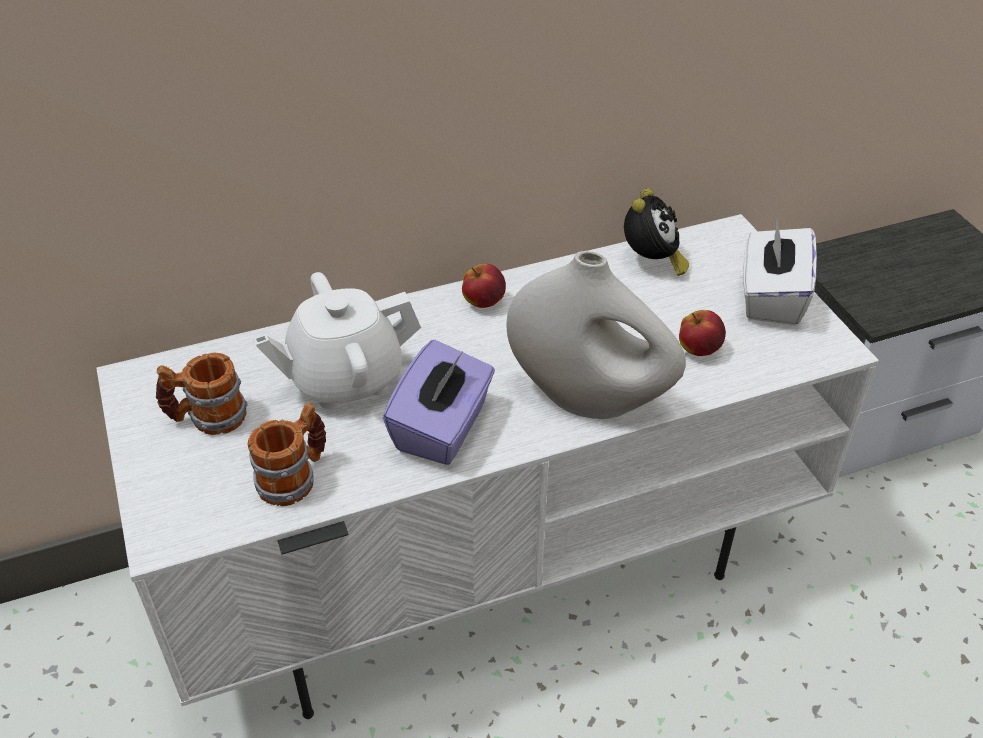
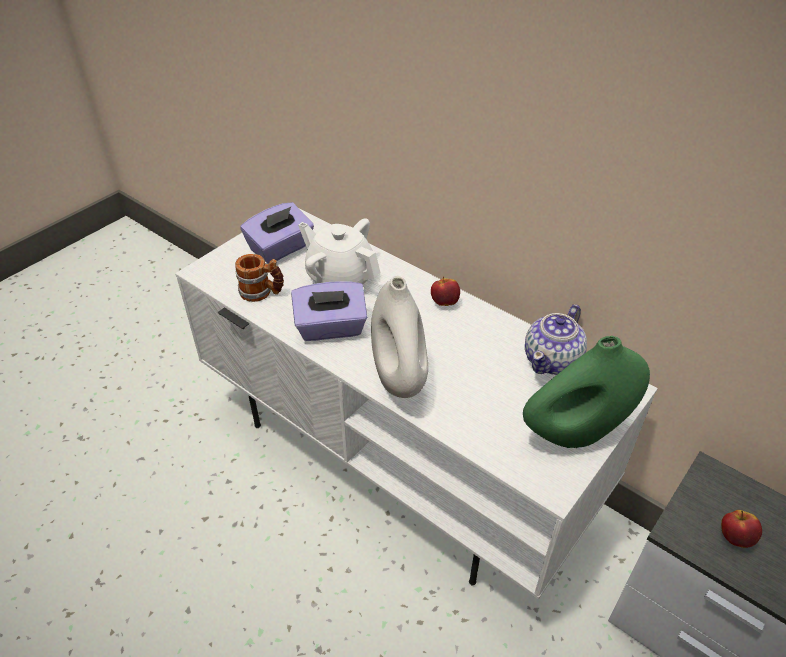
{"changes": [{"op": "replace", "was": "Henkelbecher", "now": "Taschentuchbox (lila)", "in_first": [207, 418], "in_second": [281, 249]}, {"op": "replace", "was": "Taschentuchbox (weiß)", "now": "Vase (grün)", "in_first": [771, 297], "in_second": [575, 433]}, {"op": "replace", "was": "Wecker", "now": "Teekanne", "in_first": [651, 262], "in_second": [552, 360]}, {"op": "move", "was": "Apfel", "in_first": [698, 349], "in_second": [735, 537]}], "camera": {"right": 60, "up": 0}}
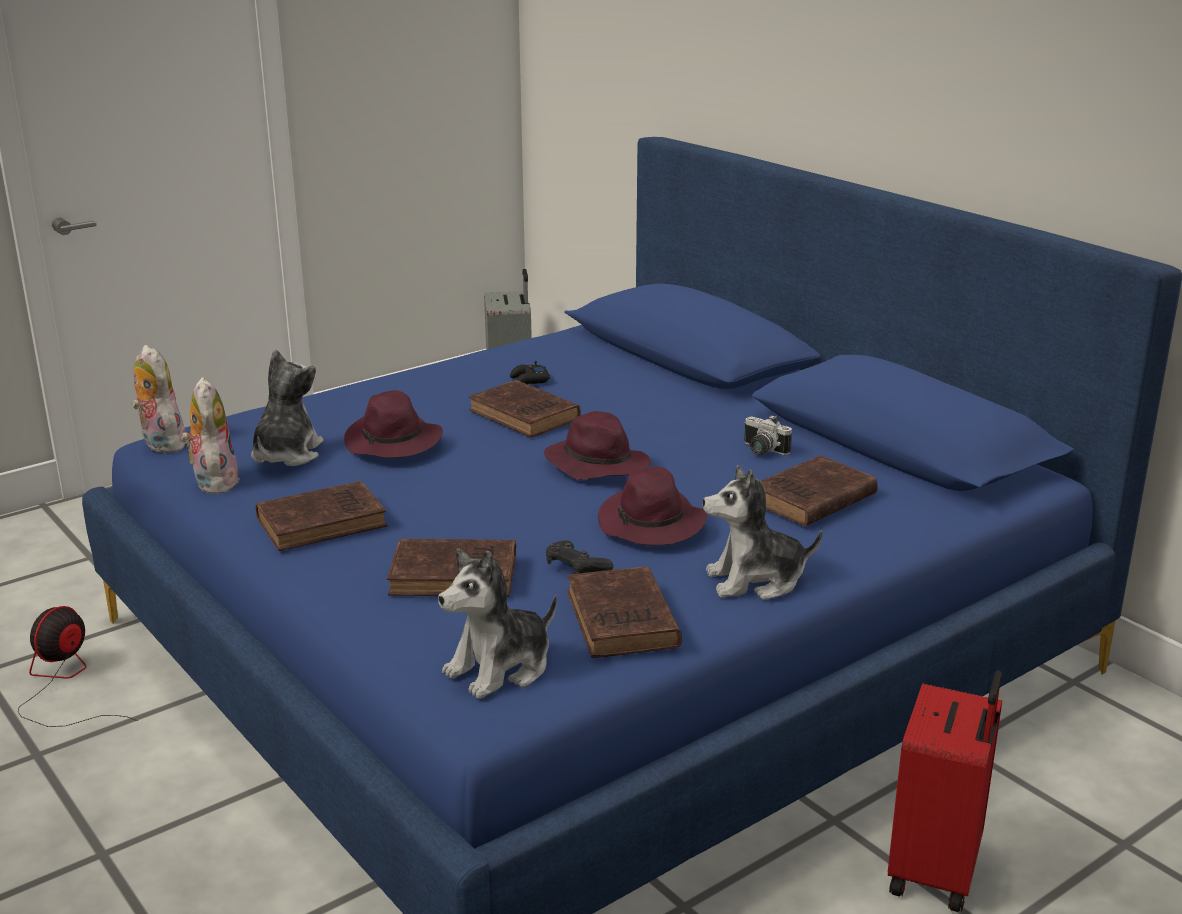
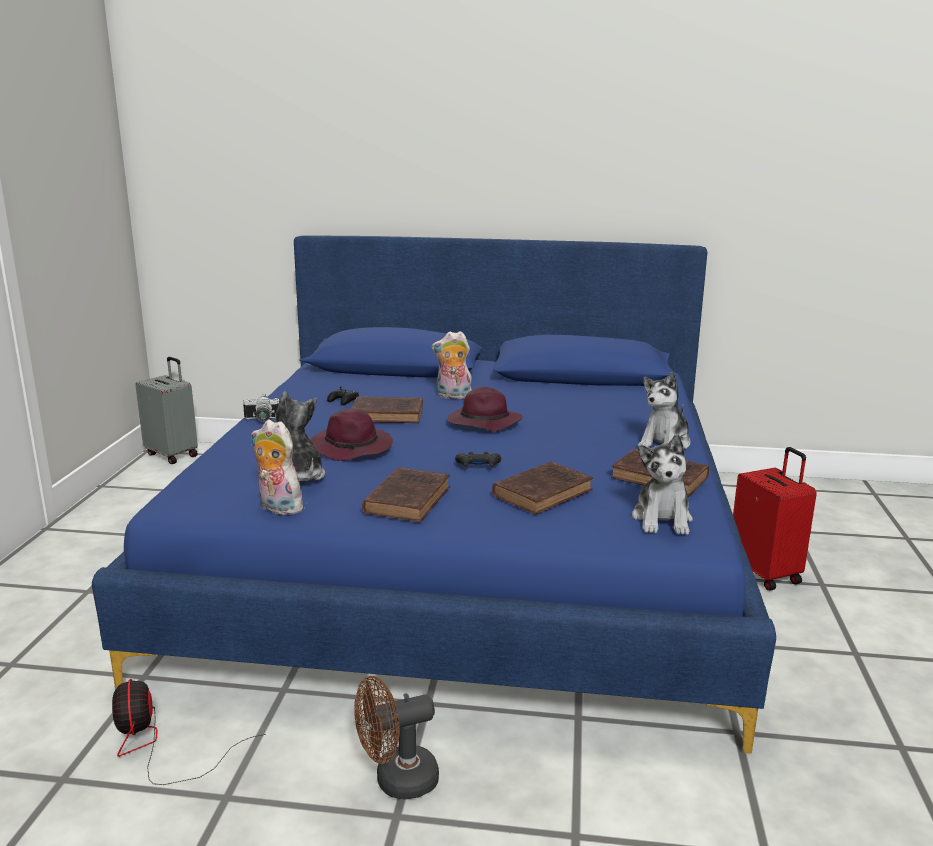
{"changes": [{"op": "move", "was": "Kamera", "in_first": [761, 451], "in_second": [261, 419]}, {"op": "insert", "now": "Ventilator (braun)", "in_second": [397, 781]}, {"op": "move", "was": "Plüschtier", "in_first": [160, 444], "in_second": [453, 396]}, {"op": "move", "was": "Gamepad (schwarz)", "in_first": [576, 568], "in_second": [478, 466]}, {"op": "delete", "was": "Hut (lila)", "in_first": [652, 524]}, {"op": "delete", "was": "Buch (braun)", "in_first": [810, 499]}], "camera": {"right": -45, "up": -5}}
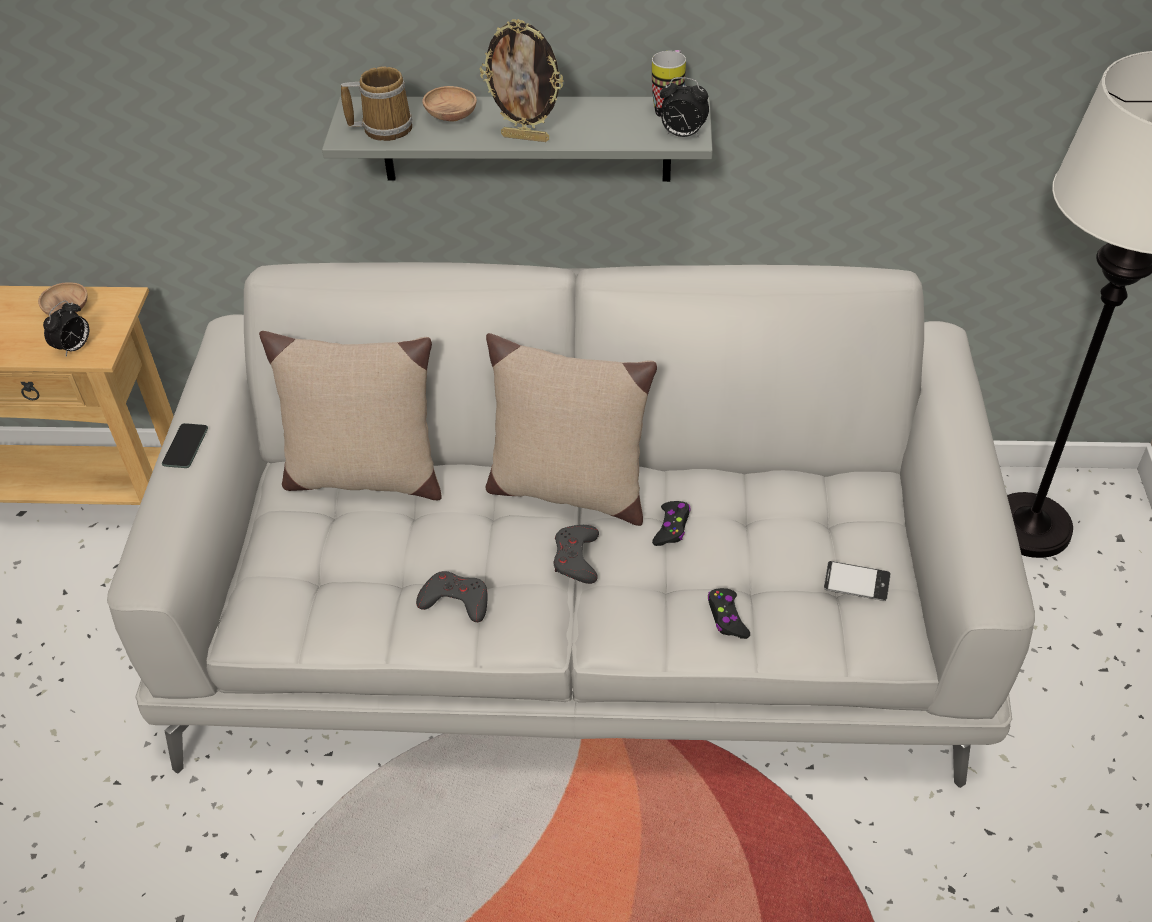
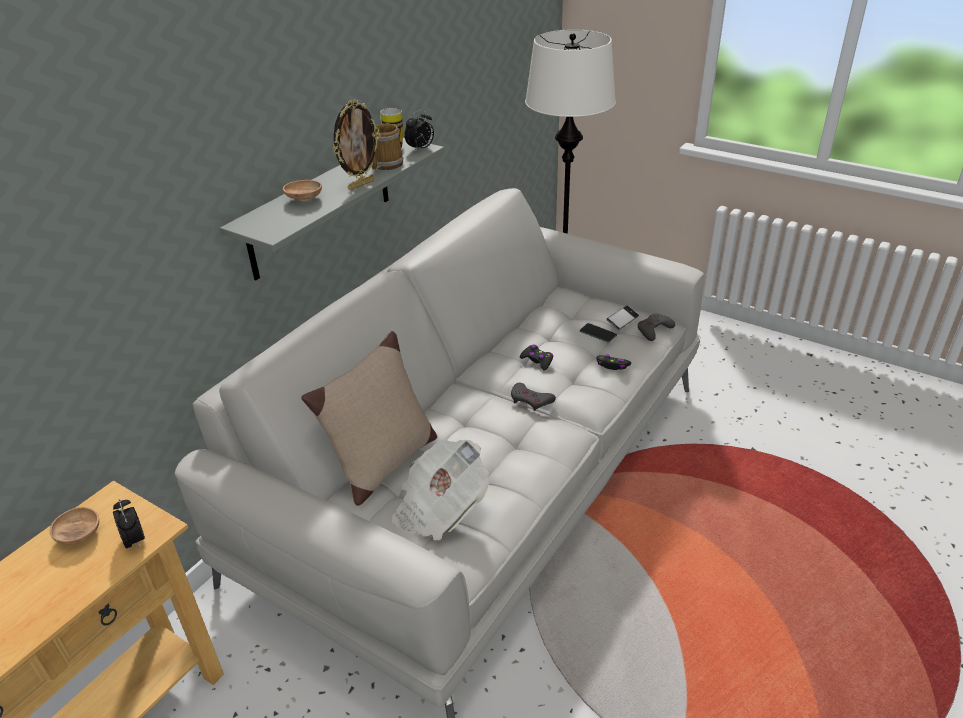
{"changes": [{"op": "move", "was": "Henkelbecher", "in_first": [384, 127], "in_second": [385, 164]}, {"op": "insert", "now": "Zeitung", "in_second": [439, 507]}, {"op": "move", "was": "Handy", "in_first": [185, 446], "in_second": [598, 333]}, {"op": "move", "was": "Gamepad (grau)", "in_first": [455, 600], "in_second": [654, 330]}, {"op": "delete", "was": "Kissen (beige)", "in_first": [567, 489]}], "camera": {"right": -60, "up": -10}}
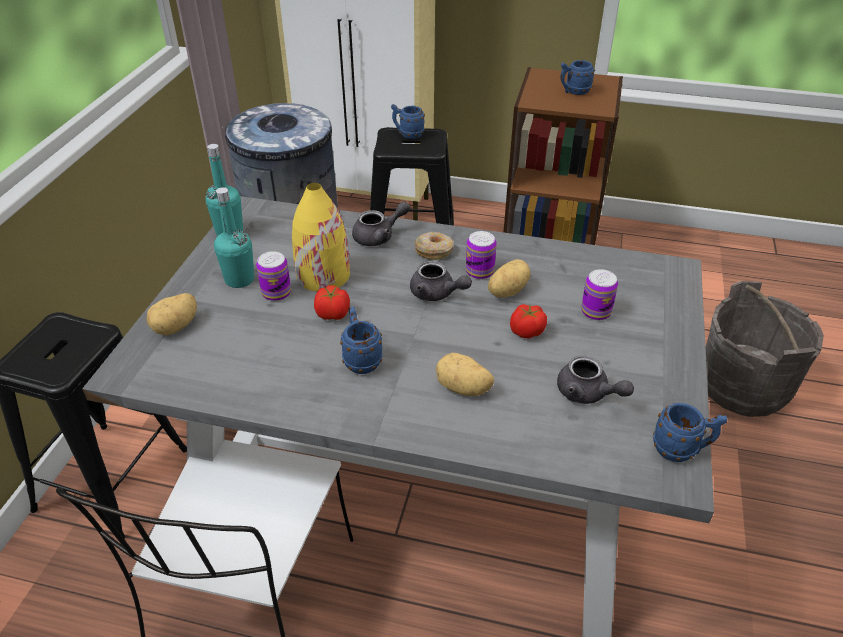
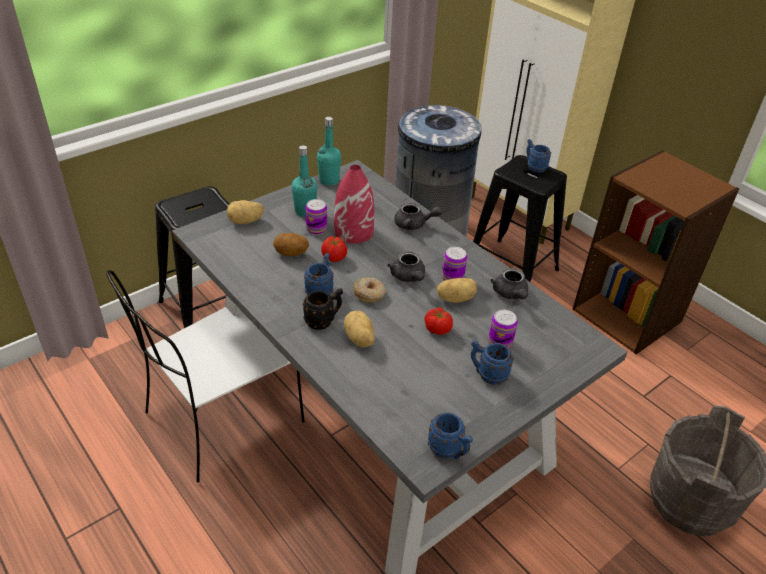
{"changes": [{"op": "insert", "now": "Kartoffel", "in_second": [291, 254]}, {"op": "insert", "now": "Henkelbecher (schwarz)", "in_second": [323, 321]}, {"op": "recolor", "was": "Vase (gelb)", "now": "Vase (rot)", "in_first": [323, 275], "in_second": [353, 232]}, {"op": "move", "was": "Donut", "in_first": [434, 251], "in_second": [369, 294]}, {"op": "move", "was": "Henkelbecher (blau)", "in_first": [573, 92], "in_second": [487, 374]}, {"op": "move", "was": "Teekanne (grau)", "in_first": [587, 394], "in_second": [510, 294]}], "camera": {"right": 35, "up": 0}}
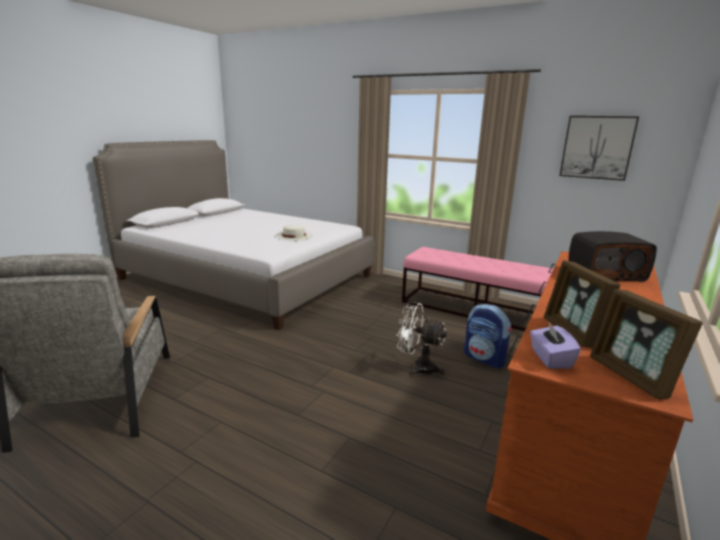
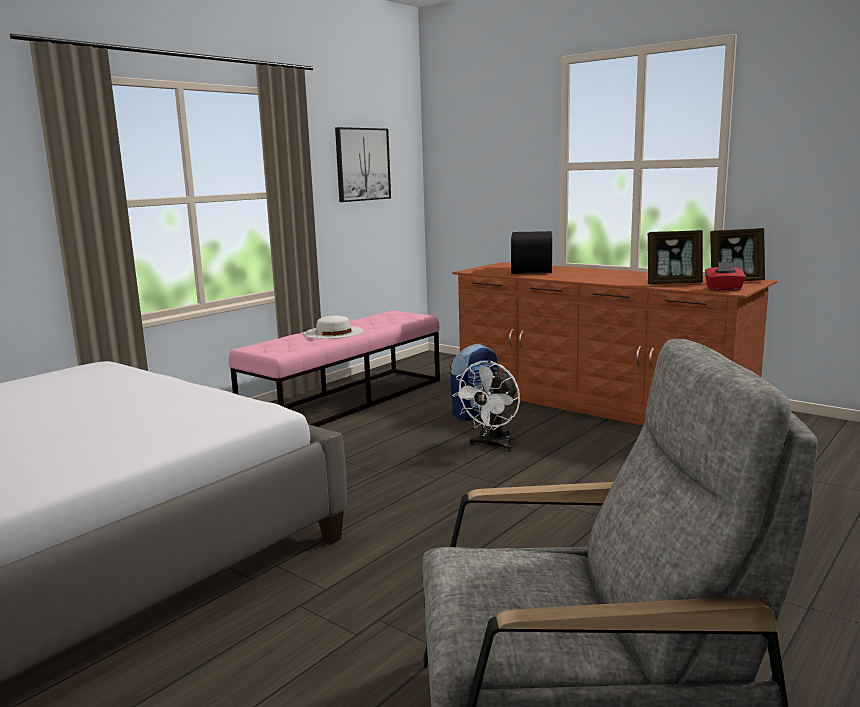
{"changes": [{"op": "move", "was": "Hut (weiß)", "in_first": [294, 235], "in_second": [333, 332]}, {"op": "recolor", "was": "Taschentuchbox (lila)", "now": "Taschentuchbox (rot)", "in_first": [550, 359], "in_second": [724, 289]}], "camera": {"right": -80, "up": -5}}
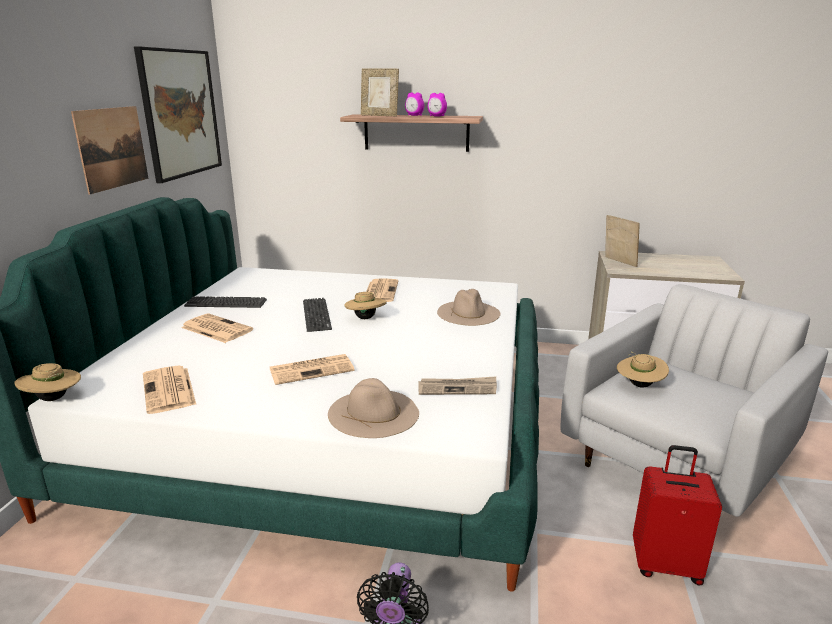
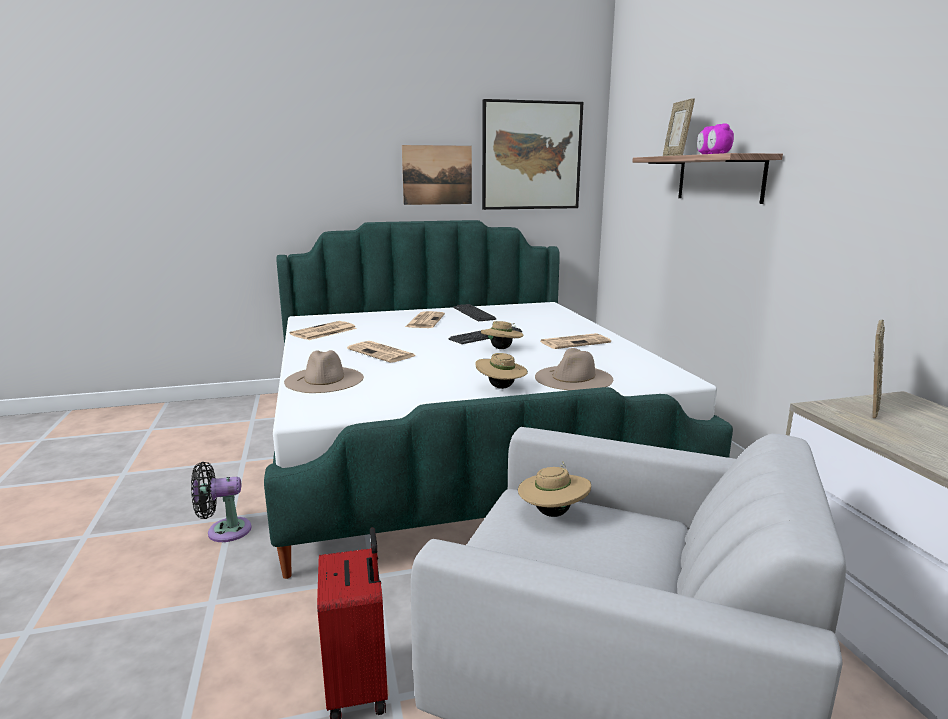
{"changes": [{"op": "move", "was": "Hut (beige)", "in_first": [54, 399], "in_second": [501, 388]}, {"op": "delete", "was": "Zeitung", "in_first": [457, 388]}], "camera": {"right": 65, "up": -5}}
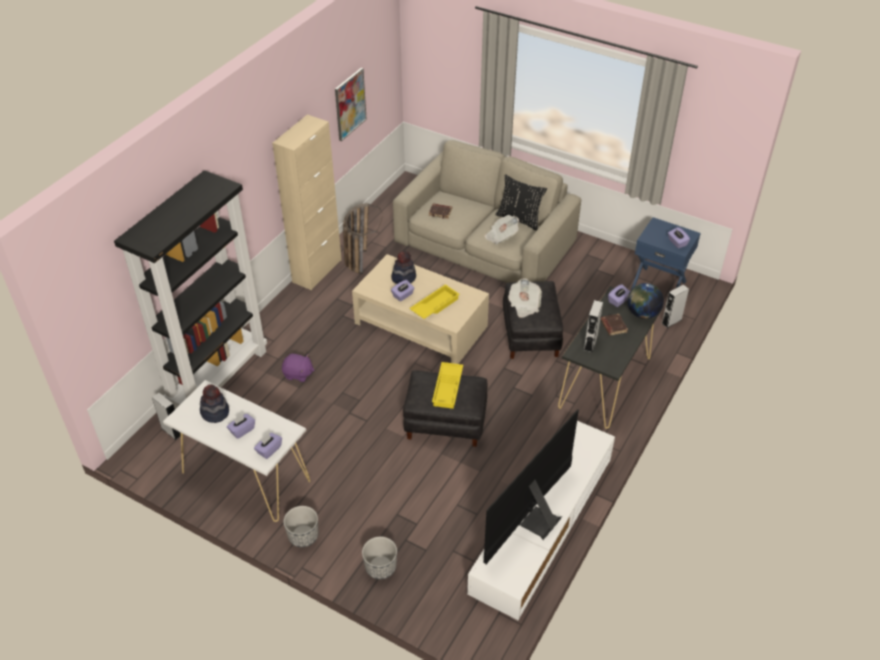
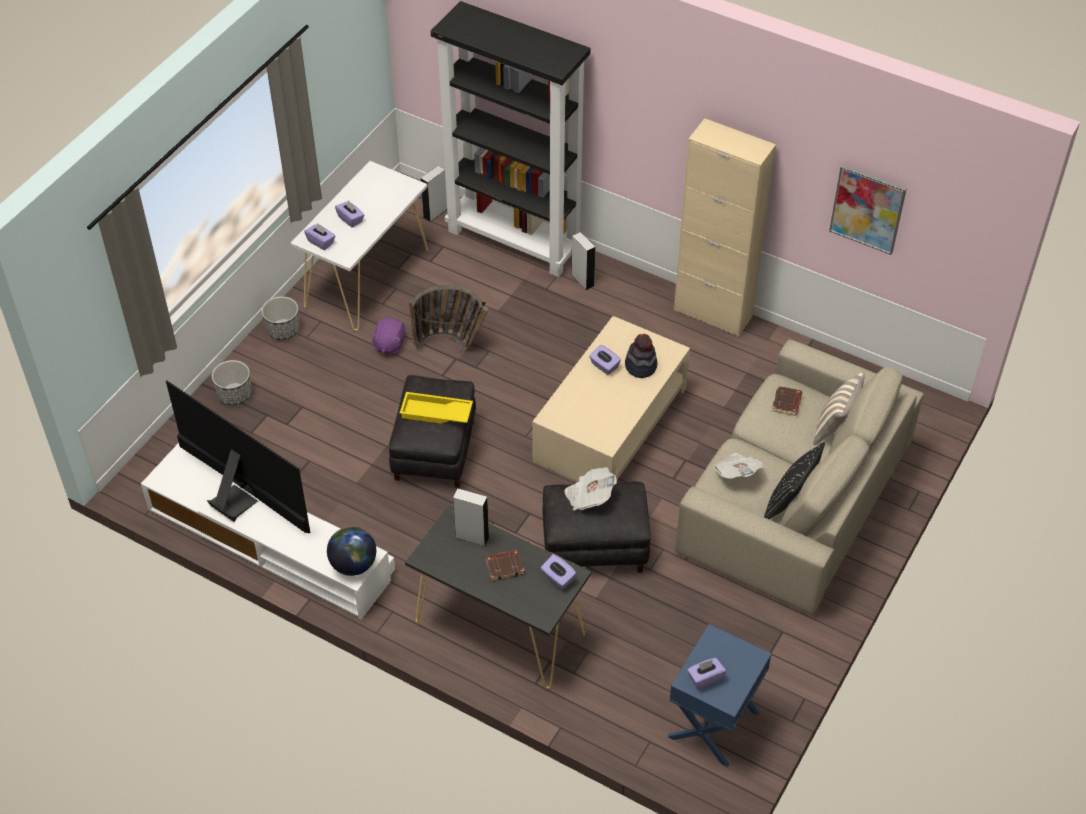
{"changes": [{"op": "move", "was": "Globus", "in_first": [642, 313], "in_second": [353, 564]}, {"op": "move", "was": "Plüschtier (lila)", "in_first": [298, 374], "in_second": [389, 345]}, {"op": "move", "was": "Korb", "in_first": [359, 257], "in_second": [452, 346]}, {"op": "move", "was": "Lautsprecher (grau)", "in_first": [671, 321], "in_second": [582, 280]}, {"op": "insert", "now": "Kissen", "in_second": [835, 428]}, {"op": "delete", "was": "Hut", "in_first": [215, 412]}, {"op": "delete", "was": "Tablett (gelb)", "in_first": [434, 305]}], "camera": {"right": 90, "up": 5}}
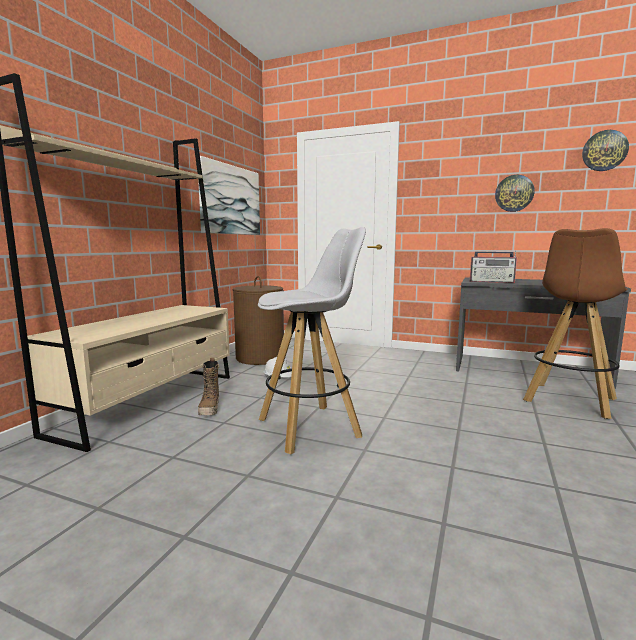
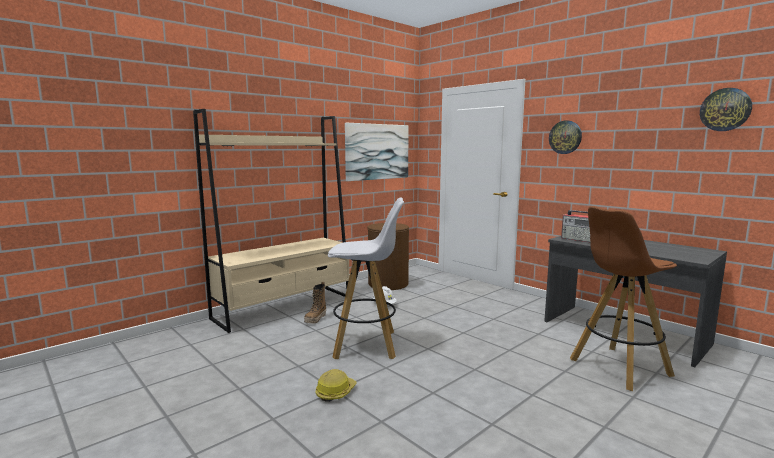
{"changes": [{"op": "insert", "now": "Schutzhelm", "in_second": [335, 392]}, {"op": "move", "was": "Wanduhr", "in_first": [514, 193], "in_second": [565, 137]}], "camera": {"right": 25, "up": 0}}
